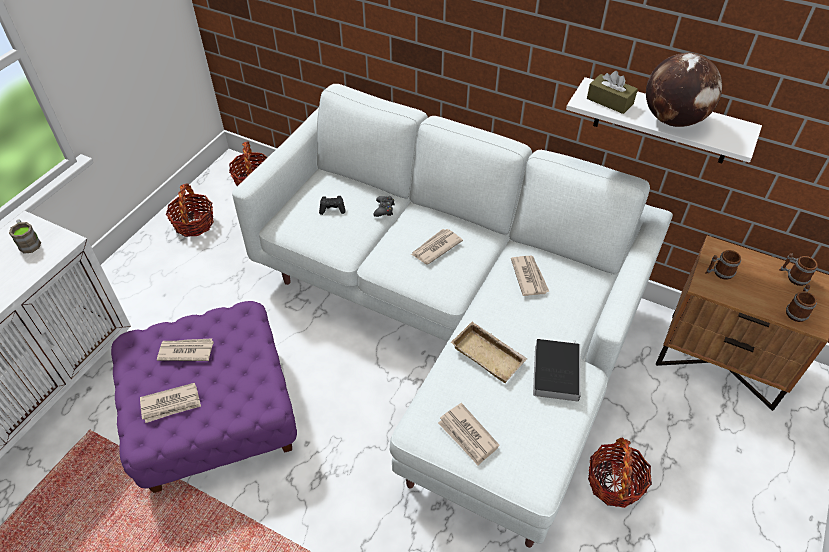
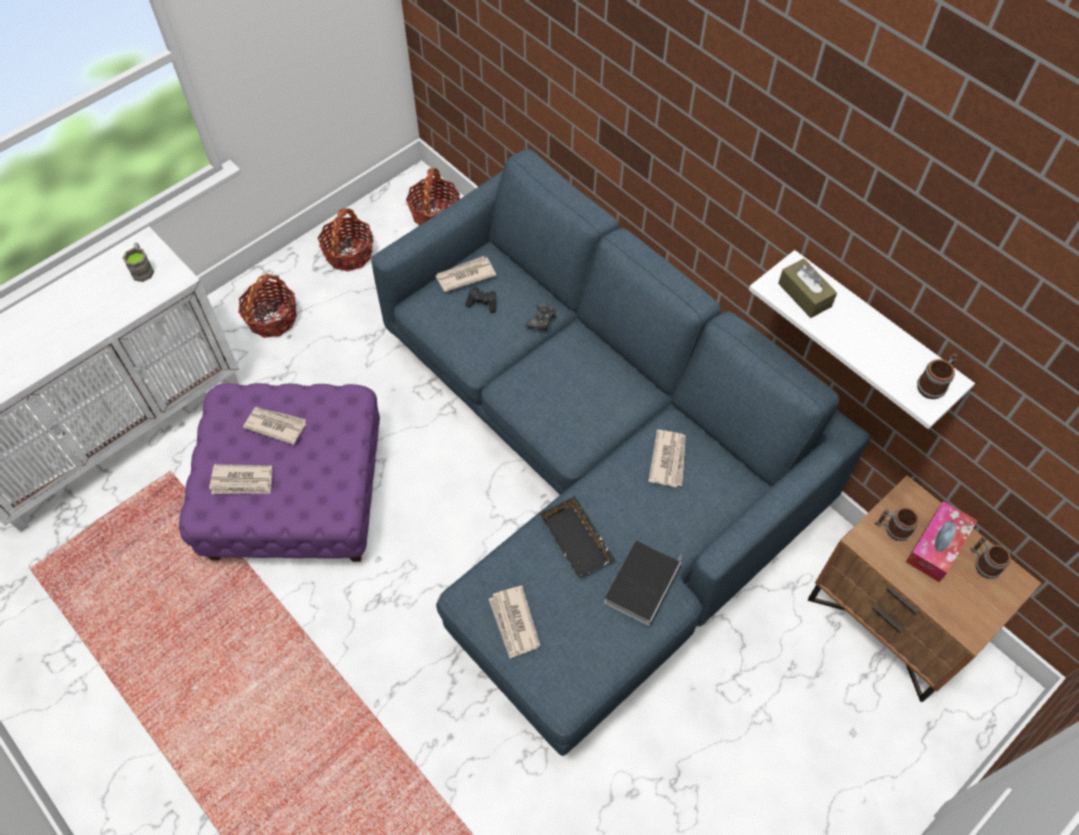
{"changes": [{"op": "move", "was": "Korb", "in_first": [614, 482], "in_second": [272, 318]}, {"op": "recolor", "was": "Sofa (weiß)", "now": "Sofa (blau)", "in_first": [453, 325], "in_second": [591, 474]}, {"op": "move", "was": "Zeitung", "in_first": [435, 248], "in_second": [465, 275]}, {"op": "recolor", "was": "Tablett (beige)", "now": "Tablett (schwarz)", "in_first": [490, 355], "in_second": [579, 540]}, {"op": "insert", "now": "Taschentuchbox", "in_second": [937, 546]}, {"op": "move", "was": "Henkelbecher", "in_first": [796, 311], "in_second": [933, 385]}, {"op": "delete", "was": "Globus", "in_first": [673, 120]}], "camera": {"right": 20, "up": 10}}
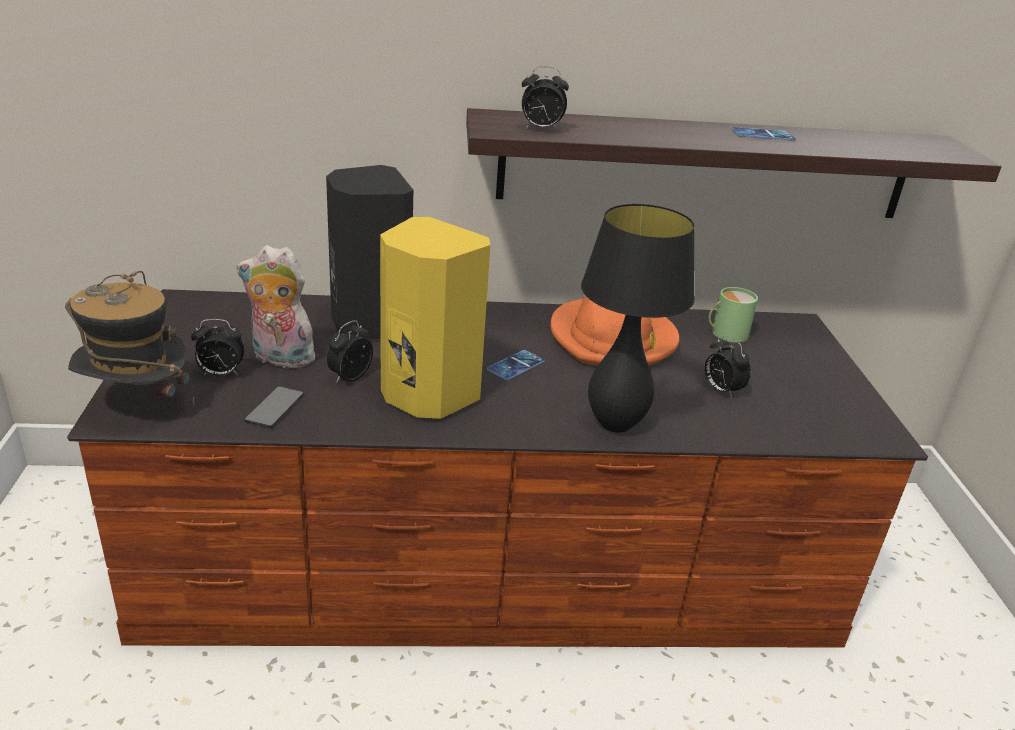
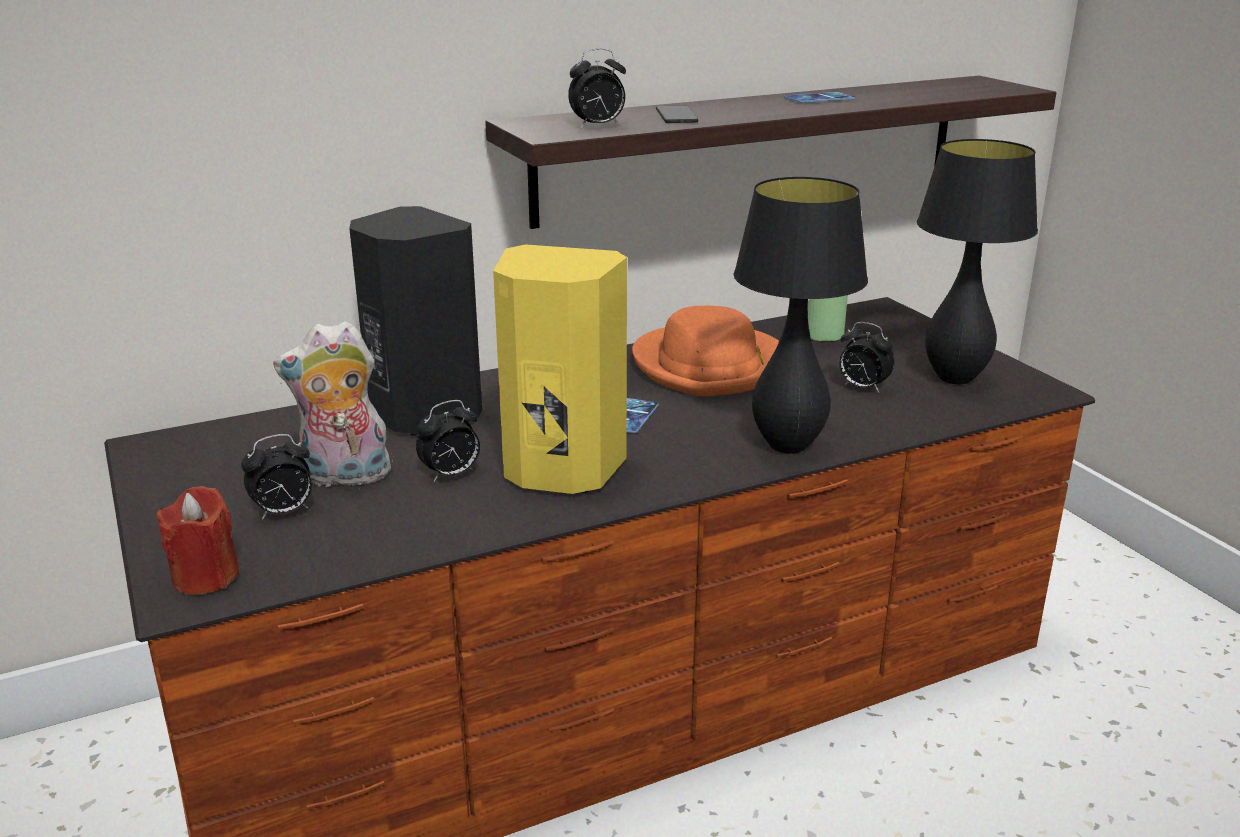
{"changes": [{"op": "replace", "was": "Hut", "now": "Kerze (rot)", "in_first": [137, 407], "in_second": [206, 577]}, {"op": "rotate", "was": "Wecker", "in_first": [350, 377], "in_second": [451, 475], "clockwise": -135}, {"op": "move", "was": "Handy", "in_first": [275, 408], "in_second": [676, 116]}, {"op": "insert", "now": "Tischlampe (schwarz)", "in_second": [955, 378]}], "camera": {"right": -20, "up": -5}}
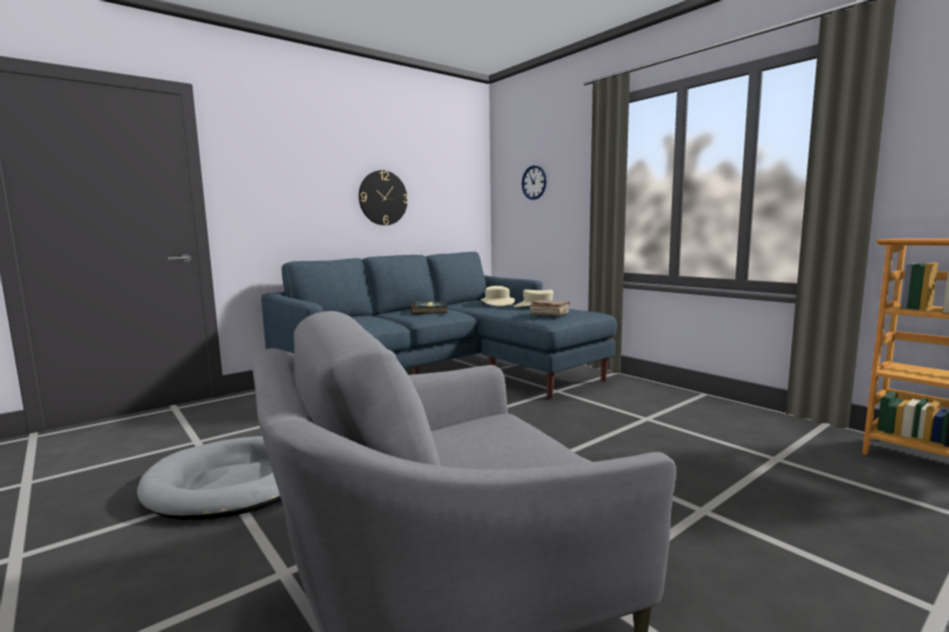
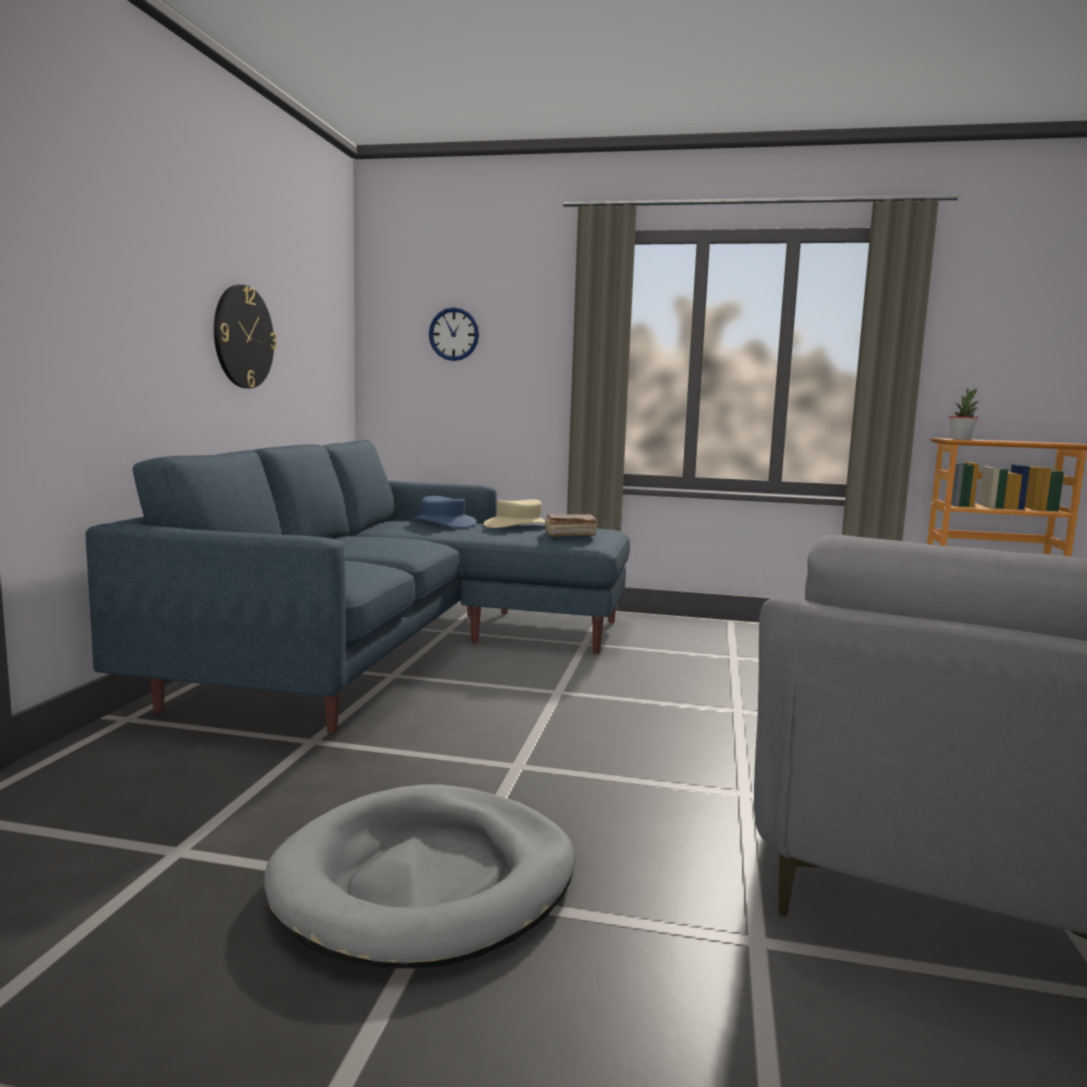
{"changes": [{"op": "recolor", "was": "Hut (beige)", "now": "Hut (blau)", "in_first": [497, 303], "in_second": [443, 523]}, {"op": "insert", "now": "Topfpflanze", "in_second": [960, 439]}, {"op": "delete", "was": "Buch", "in_first": [429, 310]}], "camera": {"right": -40, "up": 0}}
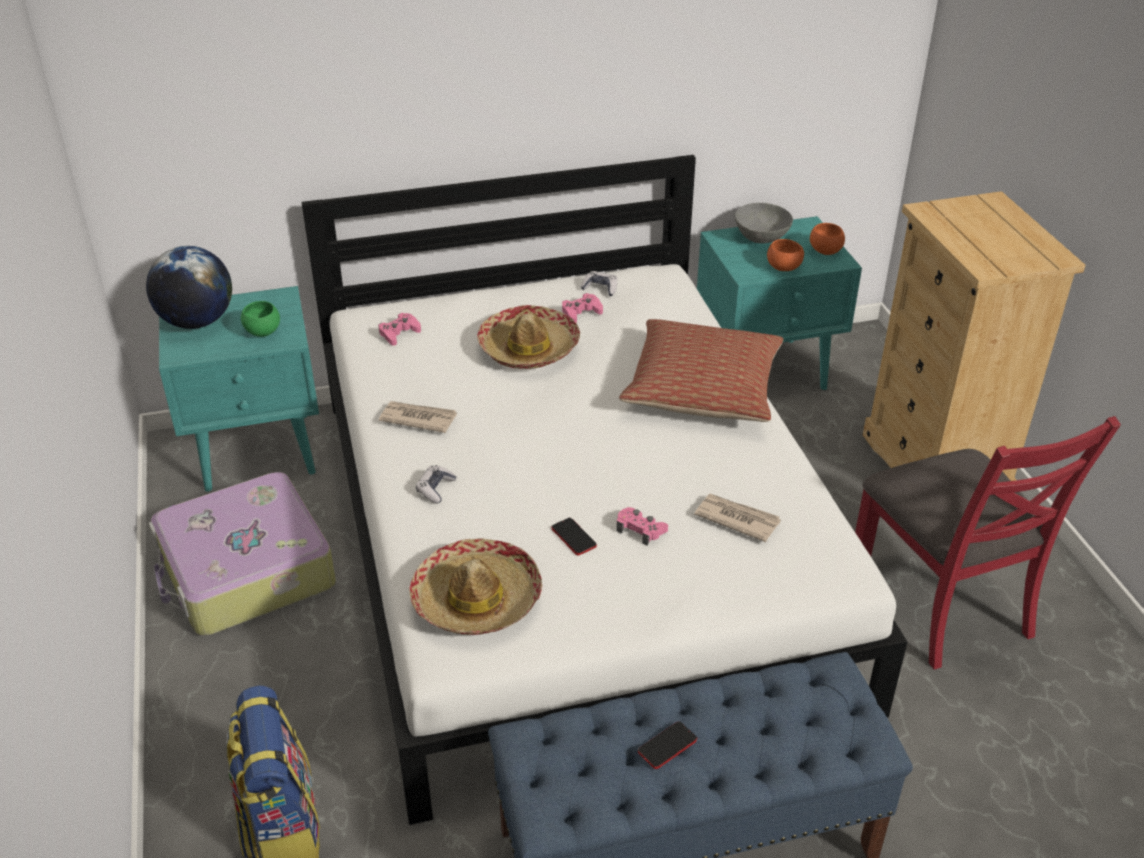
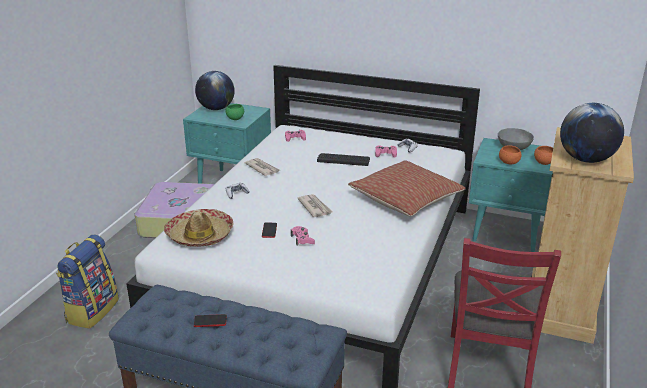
{"changes": [{"op": "move", "was": "Zeitung", "in_first": [736, 519], "in_second": [315, 207]}, {"op": "replace", "was": "Hut", "now": "Tastatur", "in_first": [529, 348], "in_second": [343, 160]}, {"op": "insert", "now": "Globus", "in_second": [586, 159]}], "camera": {"right": 35, "up": -10}}
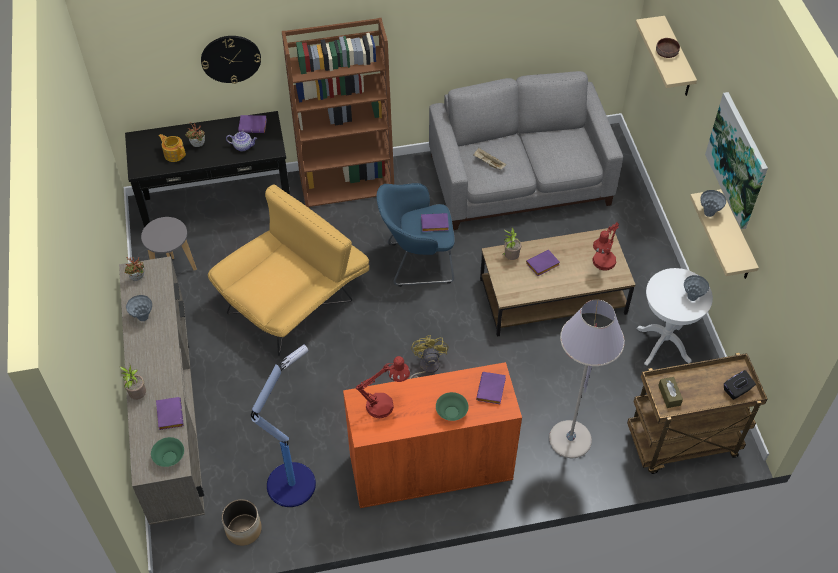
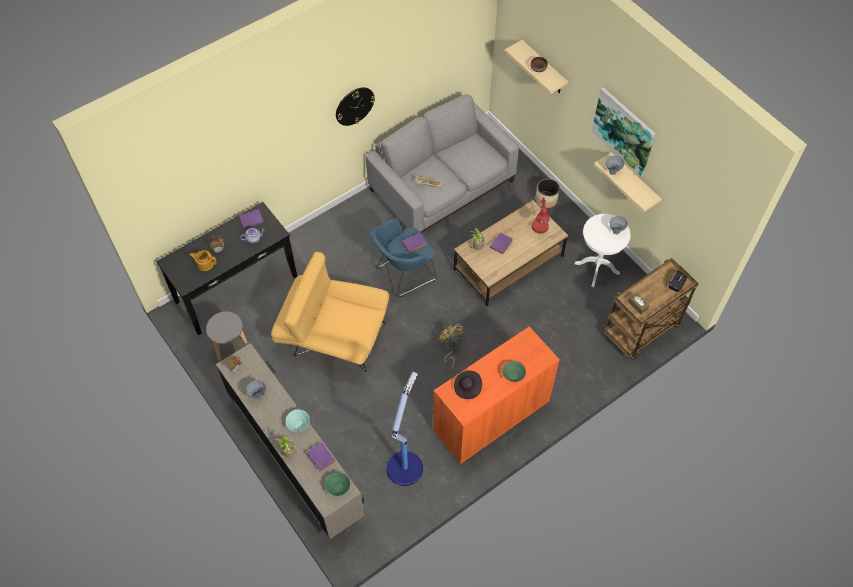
{"changes": [{"op": "rotate", "was": "Sessel (gelb)", "in_first": [295, 299], "in_second": [333, 335], "clockwise": -90}, {"op": "insert", "now": "Schüssel (türkis)", "in_second": [298, 424]}, {"op": "move", "was": "Wanduhr", "in_first": [231, 58], "in_second": [354, 106]}, {"op": "replace", "was": "Tischlampe (rot)", "now": "Hut (schwarz)", "in_first": [385, 404], "in_second": [467, 388]}, {"op": "move", "was": "Pflanzkübel", "in_first": [244, 529], "in_second": [546, 199]}, {"op": "delete", "was": "Bücherregal (braun)", "in_first": [347, 184]}, {"op": "delete", "was": "Buch (lila)", "in_first": [492, 391]}, {"op": "delete", "was": "Stehlampe (grau)", "in_first": [570, 439]}], "camera": {"right": -25, "up": 5}}
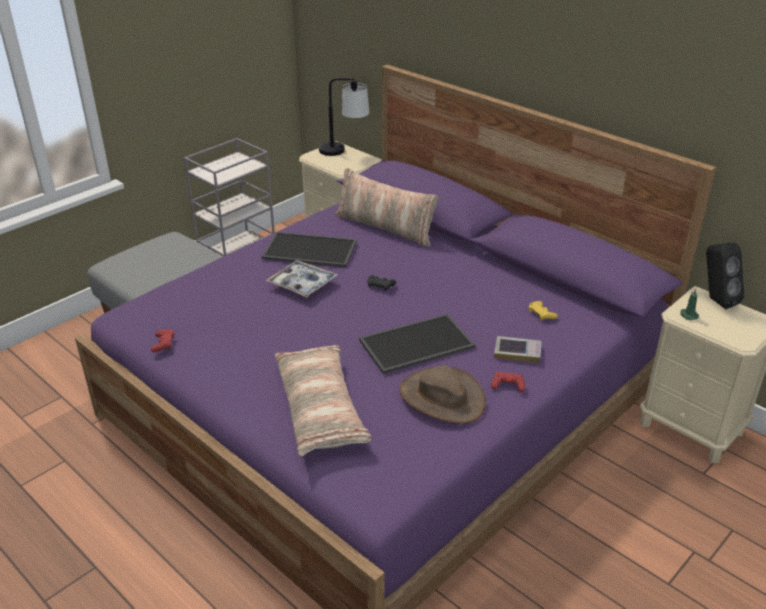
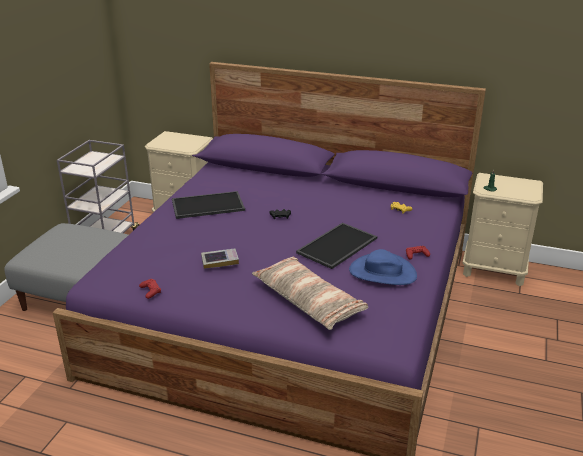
{"changes": [{"op": "move", "was": "Buch", "in_first": [517, 352], "in_second": [220, 261]}, {"op": "recolor", "was": "Hut (braun)", "now": "Hut (blau)", "in_first": [441, 397], "in_second": [382, 273]}, {"op": "delete", "was": "Tablett", "in_first": [302, 284]}, {"op": "delete", "was": "Tischlampe", "in_first": [344, 151]}, {"op": "delete", "was": "Kissen", "in_first": [385, 227]}, {"op": "delete", "was": "Lautsprecher (schwarz)", "in_first": [715, 300]}], "camera": {"right": -25, "up": -5}}
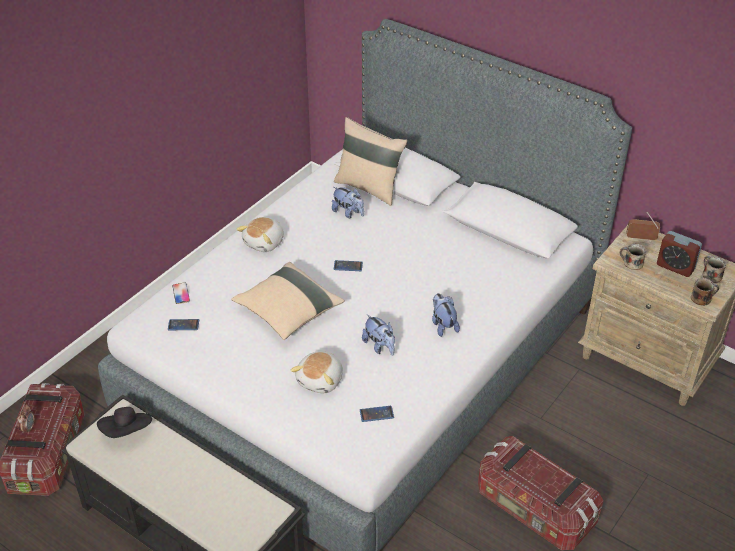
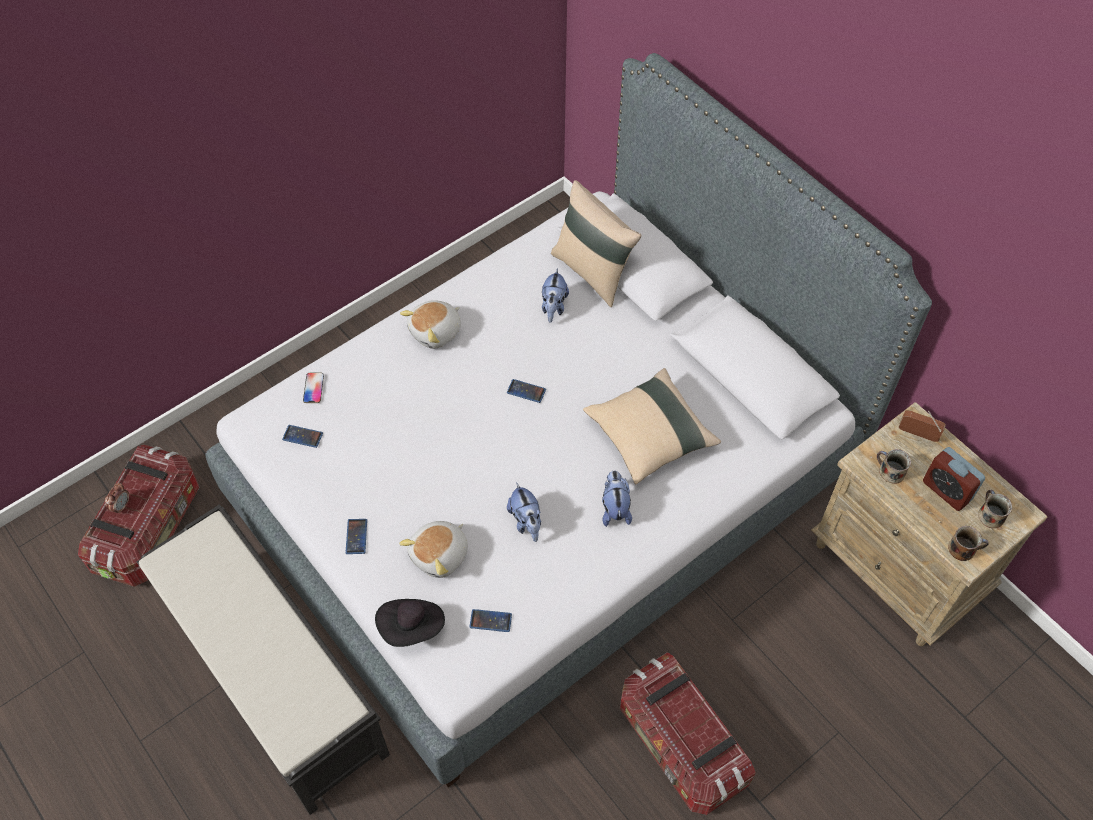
{"changes": [{"op": "insert", "now": "Handy", "in_second": [356, 536]}, {"op": "move", "was": "Hut (schwarz)", "in_first": [127, 432], "in_second": [412, 627]}, {"op": "rotate", "was": "Plüschtier", "in_first": [348, 213], "in_second": [553, 307], "clockwise": 45}, {"op": "move", "was": "Kissen (beige)", "in_first": [288, 312], "in_second": [649, 436]}], "camera": {"right": 15, "up": 15}}
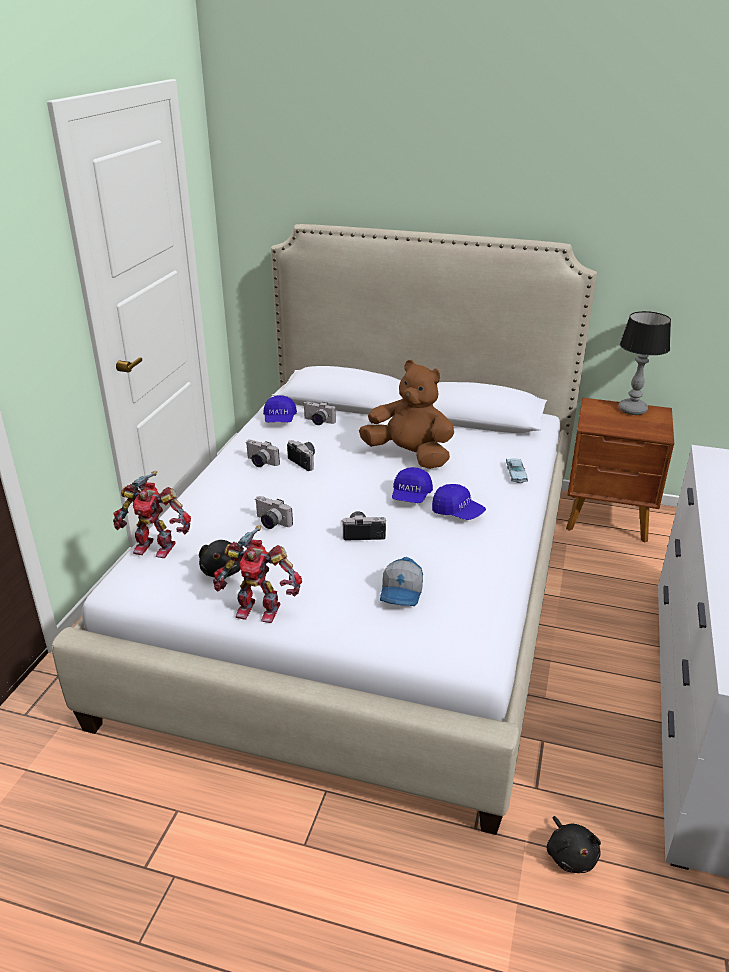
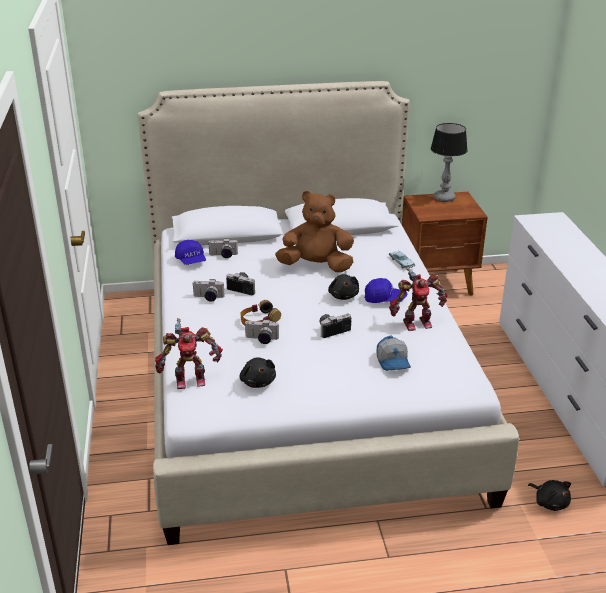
{"changes": [{"op": "insert", "now": "Kopfhörer", "in_second": [259, 319]}, {"op": "replace", "was": "Kappe (blau)", "now": "Plüschtier (schwarz)", "in_first": [411, 496], "in_second": [343, 296]}, {"op": "move", "was": "Spielzeugroboter", "in_first": [259, 609], "in_second": [416, 323]}], "camera": {"right": -25, "up": 0}}
